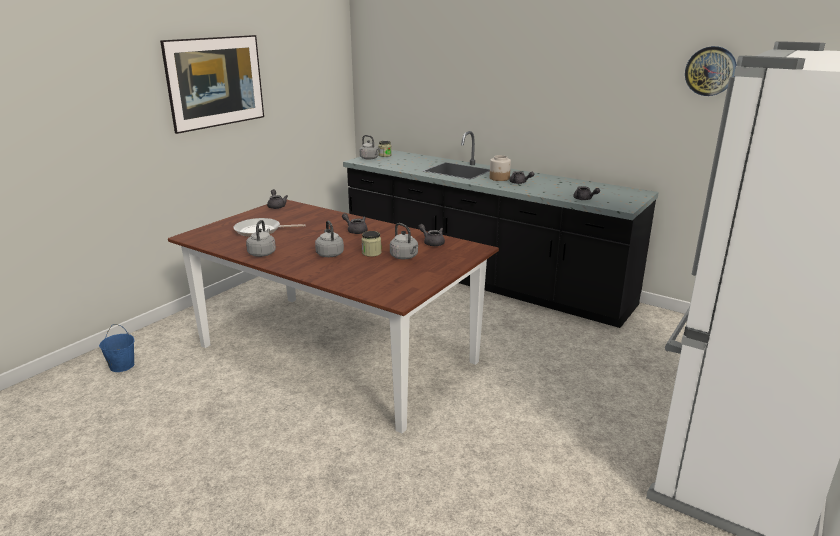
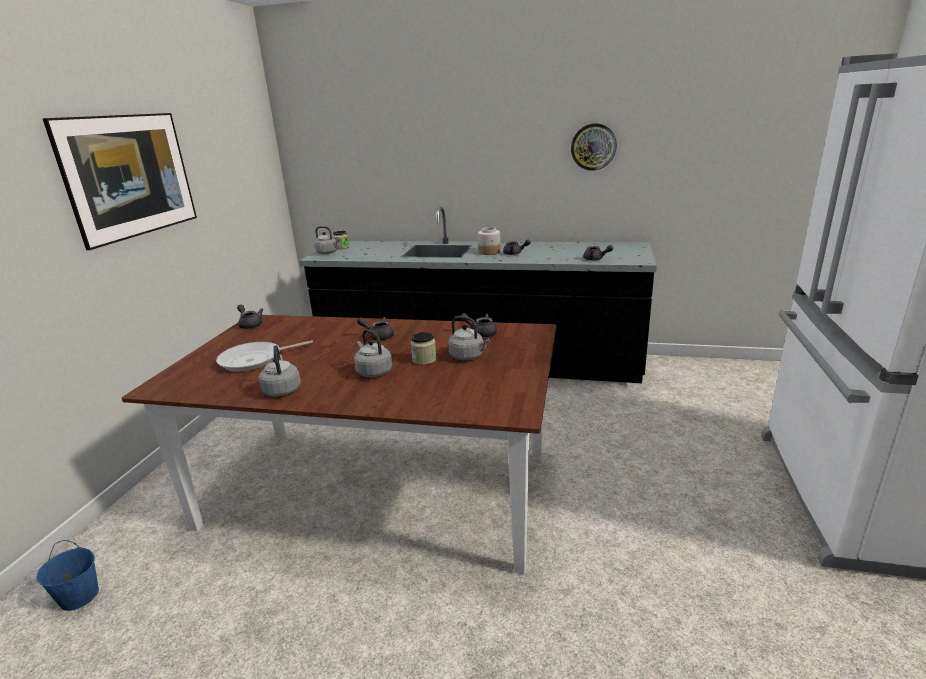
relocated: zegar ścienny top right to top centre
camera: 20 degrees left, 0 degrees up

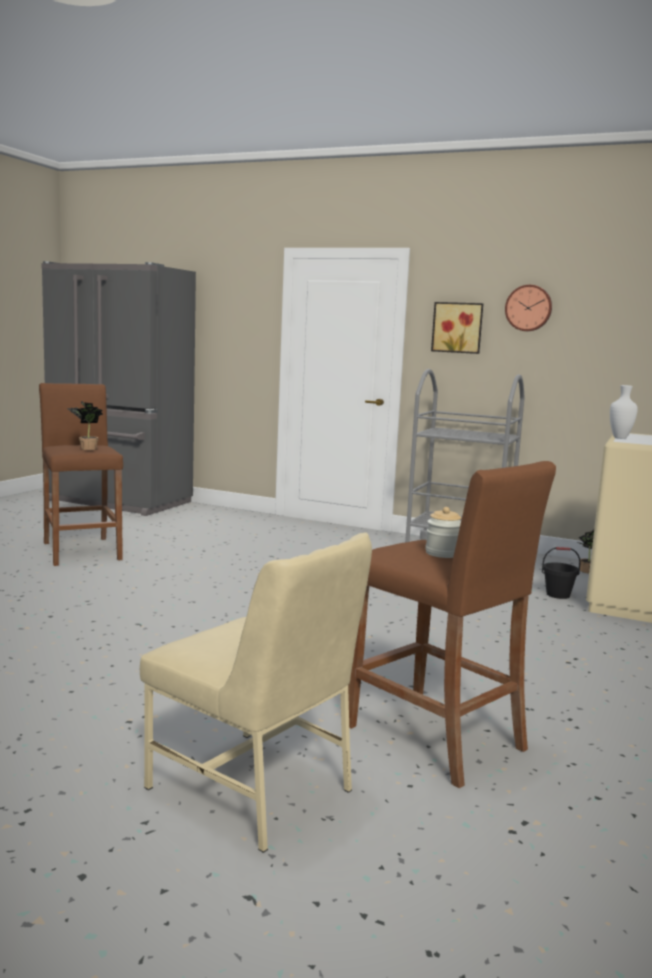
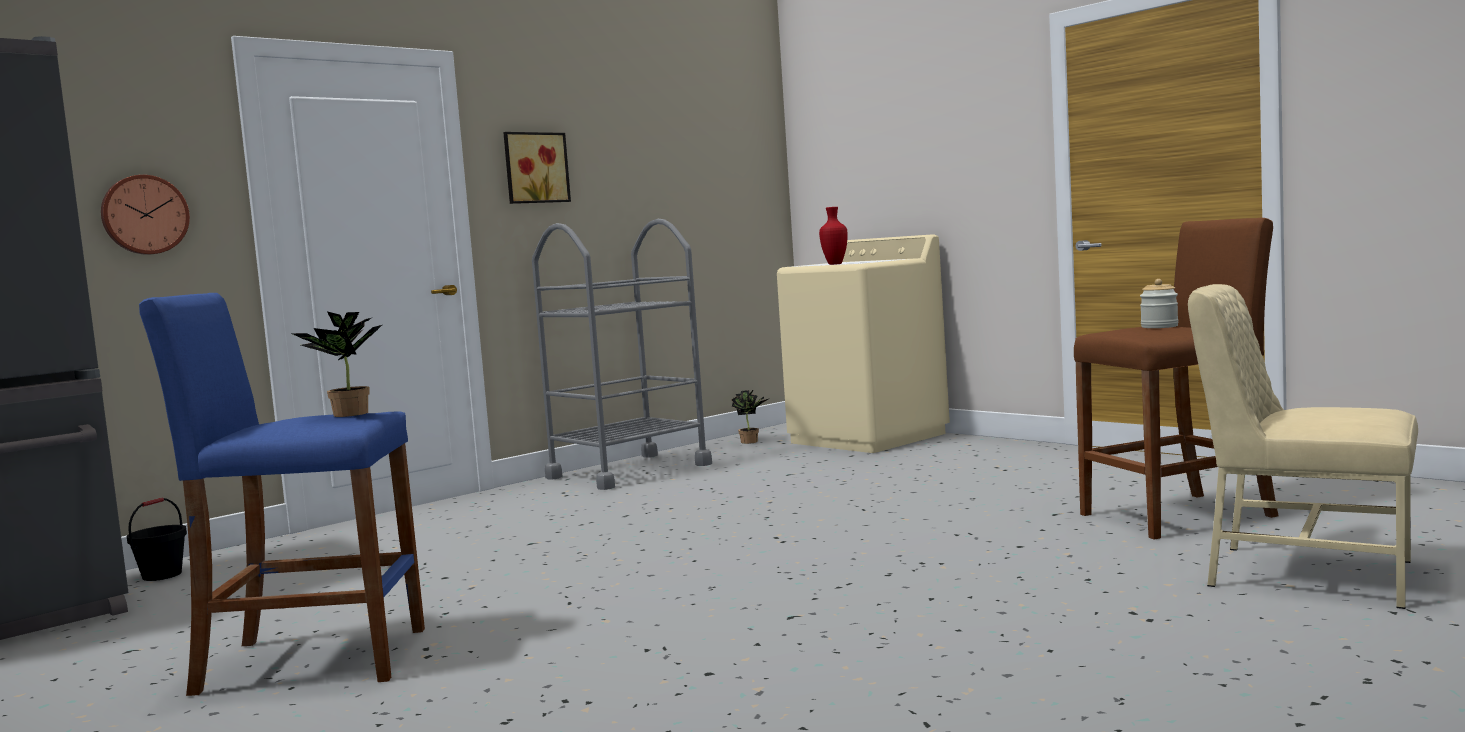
relocated: zegar ścienny top right to top left; wiadro [czarny] middle right to bottom left
colour: stołek [brązowy] (no. 1 from left) middle left to stołek [niebieski] bottom left; wazon [biały] middle right to wazon [czerwony] top centre
spun: krzesło [beżowy] bottom centre = middle right 120 degrees counterclockwise
camera: 65 degrees left, 5 degrees down

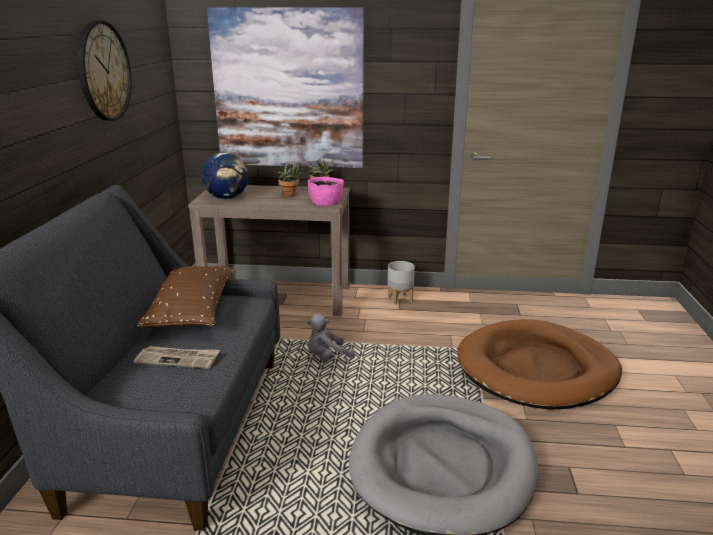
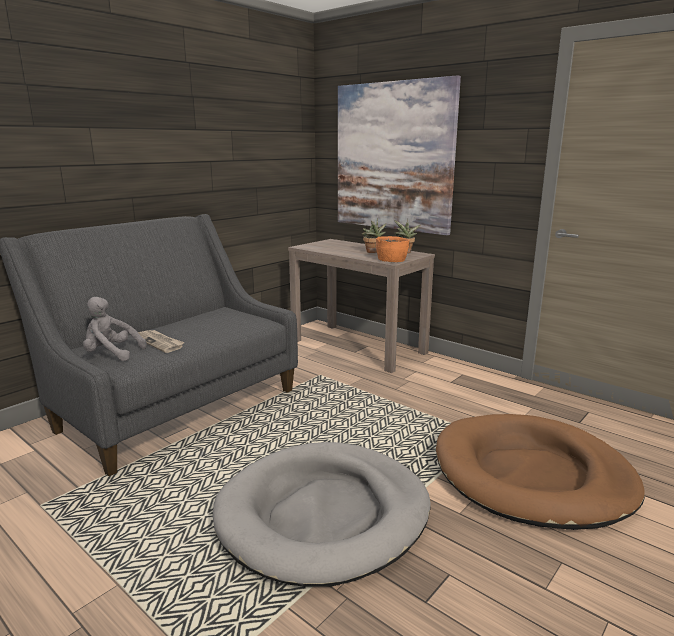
missing: zegar ścienny top left; poduszka [brązowy] middle left; globus top left; donica [szary] centre
relocated: pluszak [szary] centre to middle left
colour: miska [różowy] centre to miska [pomarańczowy] centre
camera: 35 degrees right, 5 degrees down

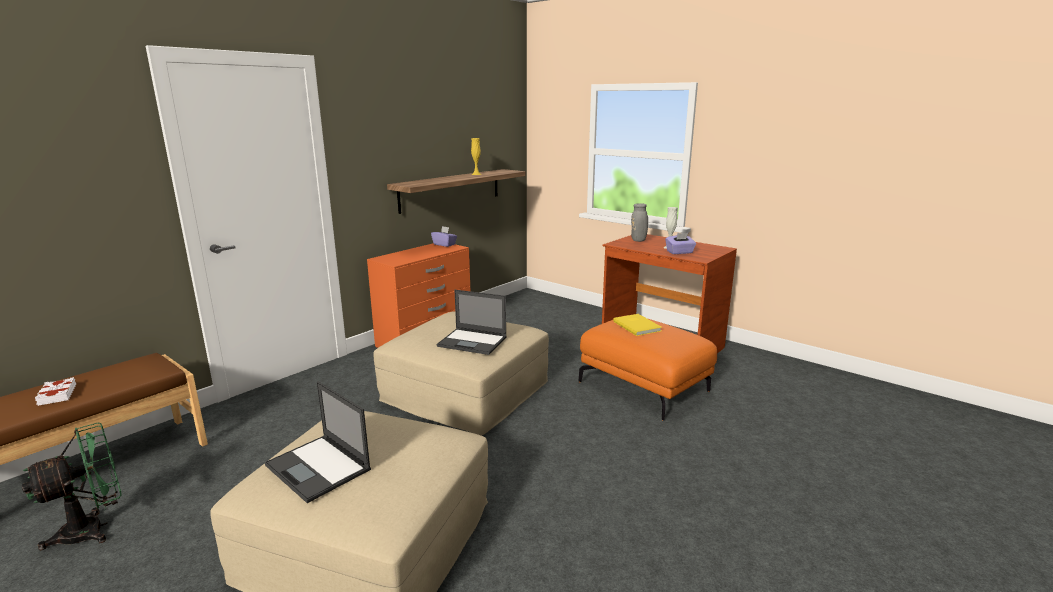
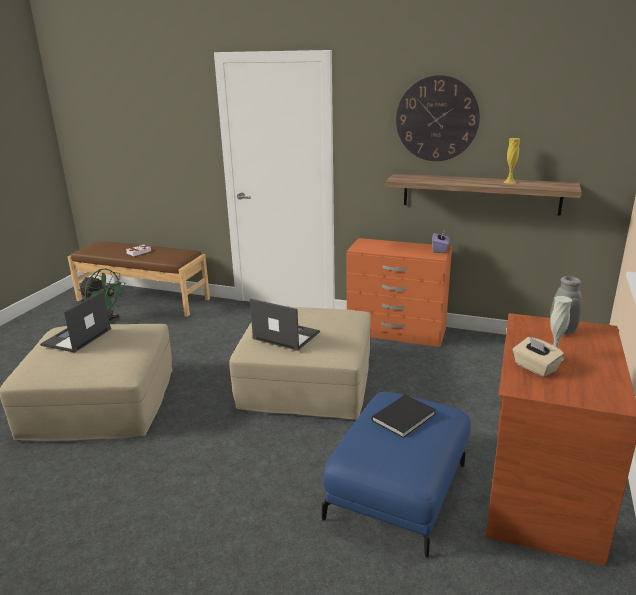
appeared: zegar ścienny top right
colour: pufa [pomarańczowy] centre to pufa [niebieski] bottom centre; książka [żółty] centre to książka [czarny] bottom centre; pudełko chusteczek [fioletowy] (no. 2 from left) centre to pudełko chusteczek [beżowy] middle right
spun: laptop (no. 2 from left) centre = centre 120 degrees clockwise
camera: 70 degrees right, 5 degrees up

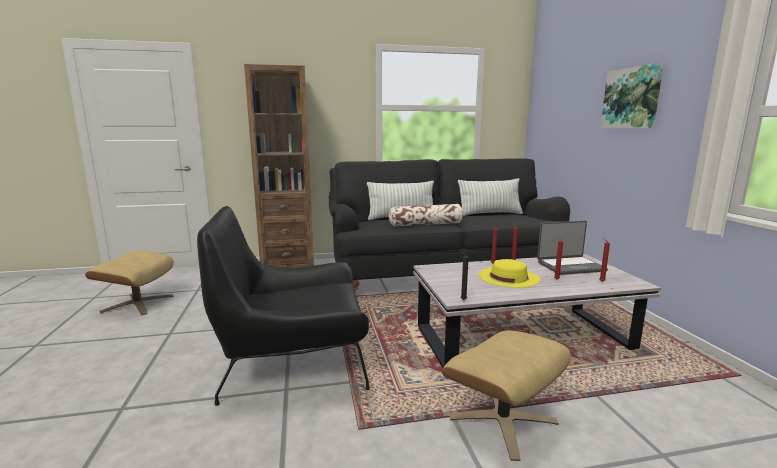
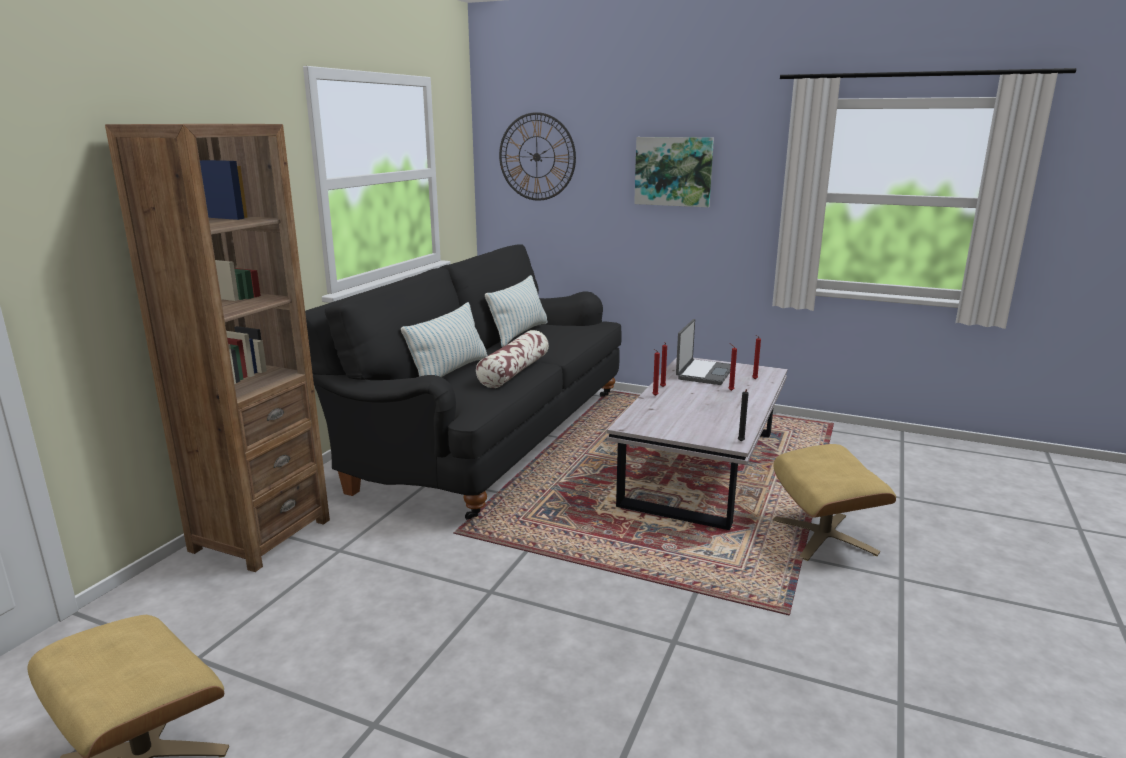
missing: fotel [czarny] centre; kapelusz [żółty] centre
appeared: zegar ścienny top centre
camera: 55 degrees left, 5 degrees up

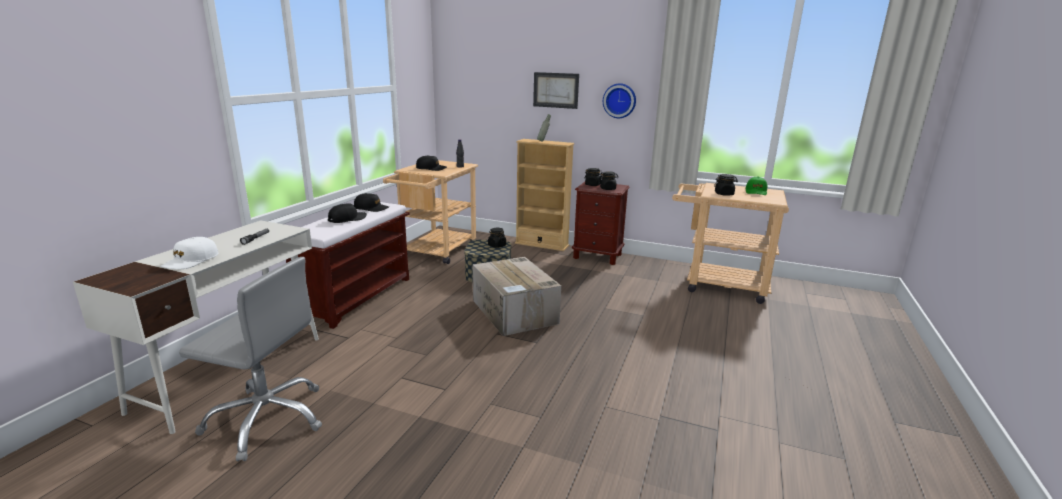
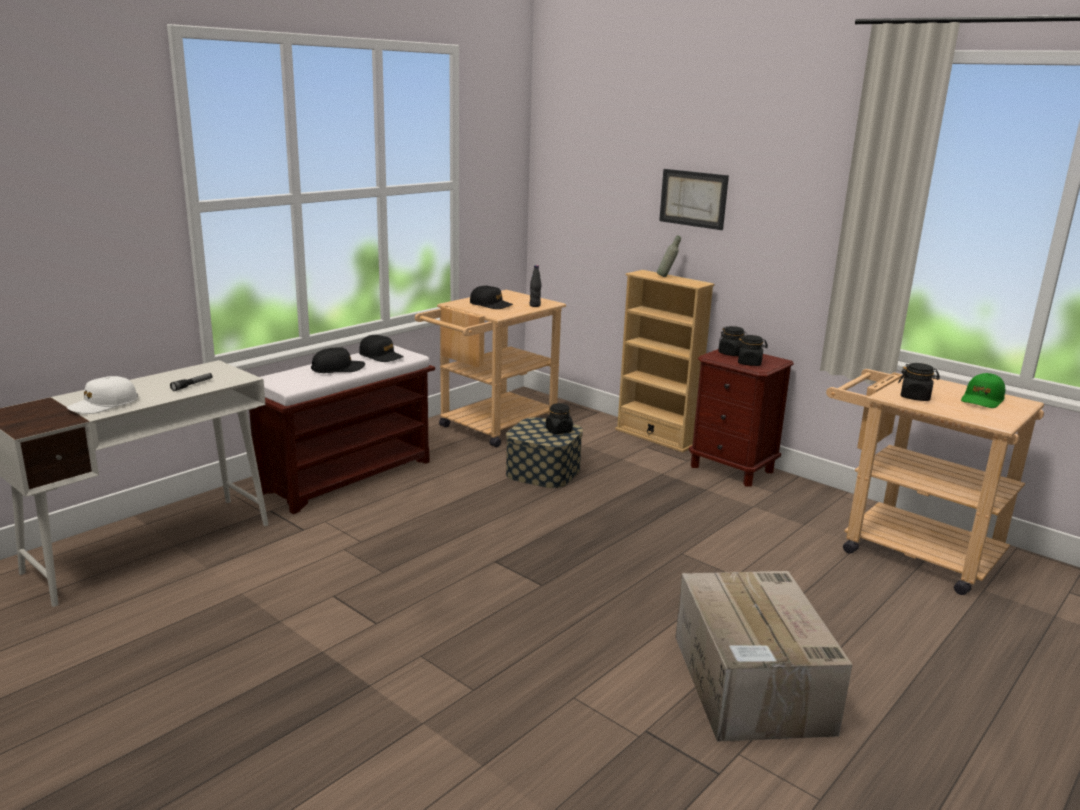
missing: krzesło biurowe [szary] bottom left; zegar ścienny top centre
relocated: karton centre to bottom right
camera: 20 degrees right, 0 degrees up

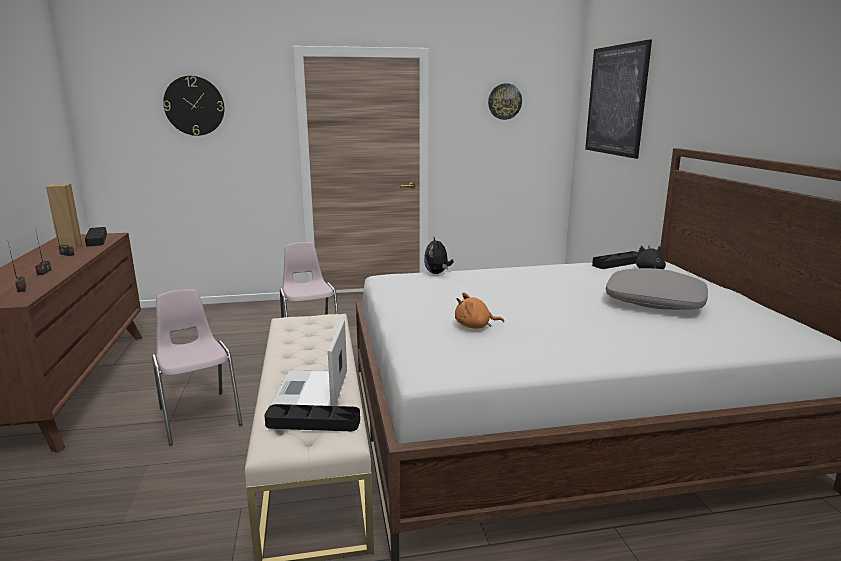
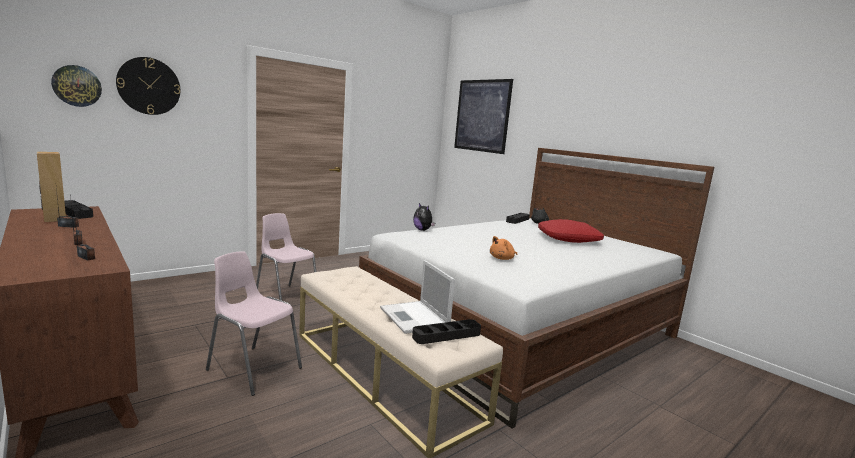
relocated: zegar ścienny (no. 2 from left in the first image) top centre to zegar ścienny (no. 1 from left) top left
colour: poduszka [szary] middle right to poduszka [czerwony] middle right
camera: 30 degrees left, 5 degrees down

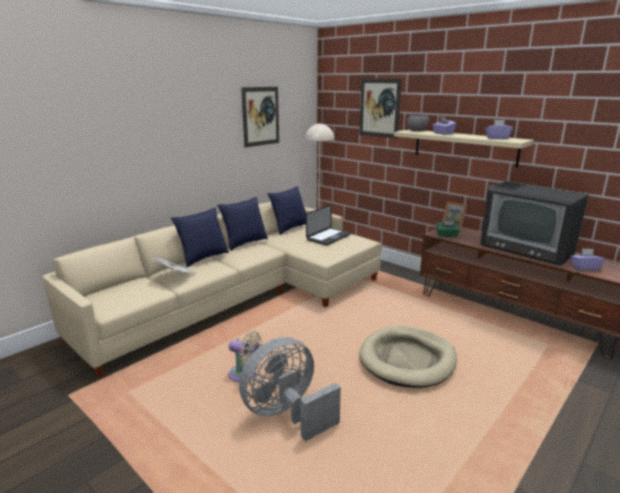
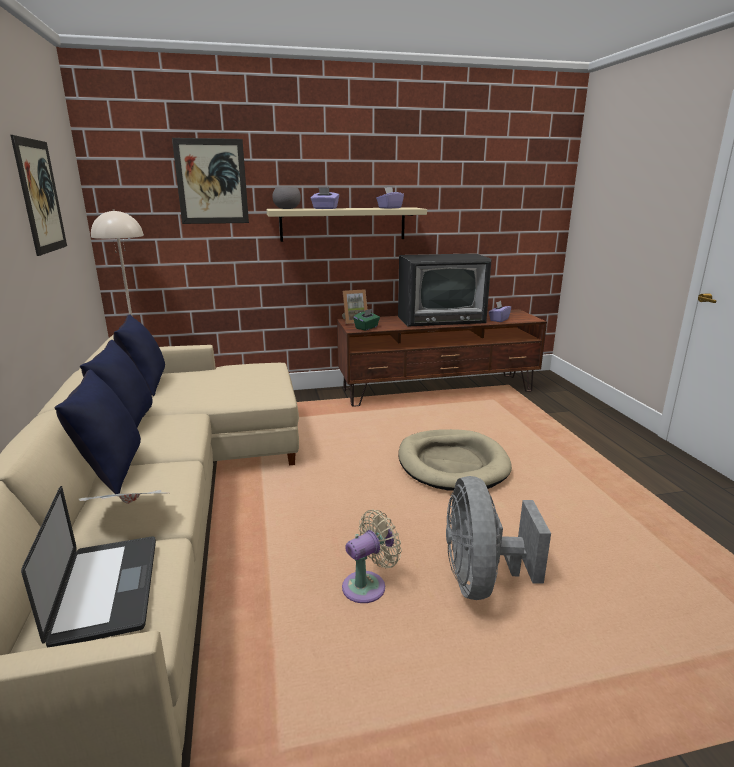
relocated: laptop centre to bottom left
camera: 55 degrees left, 0 degrees up

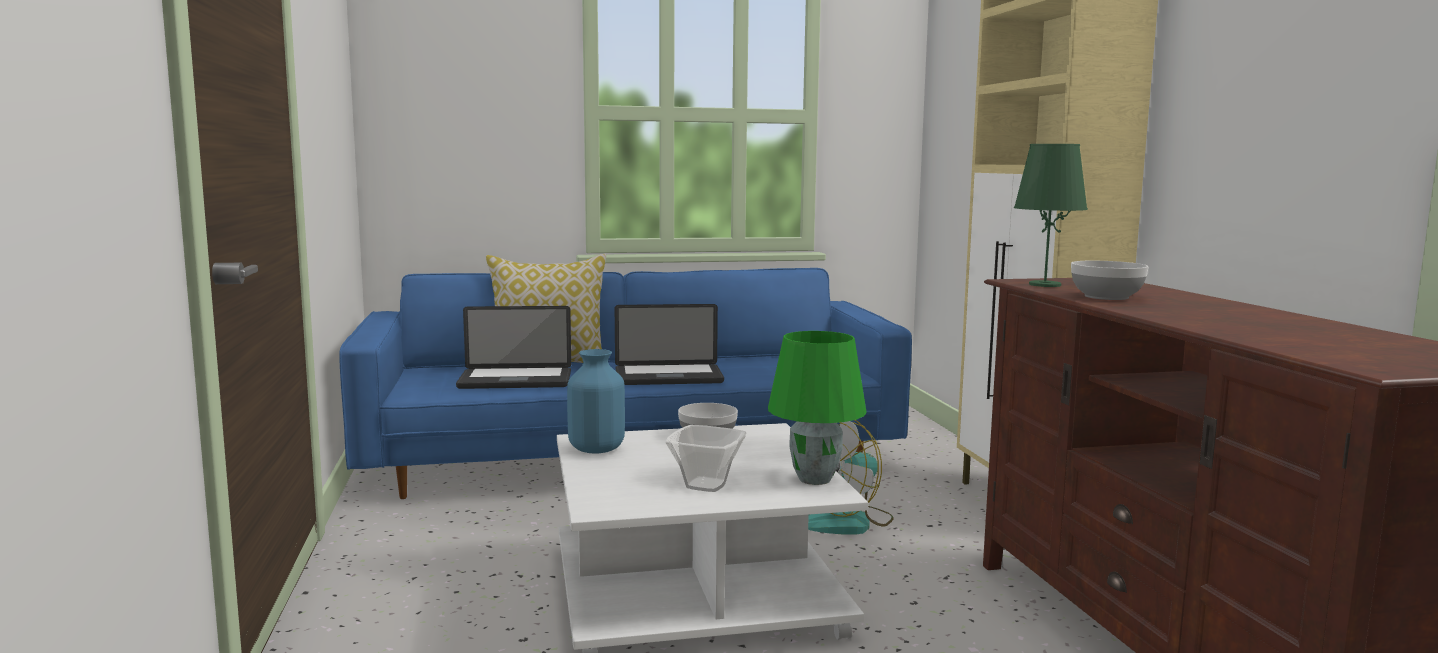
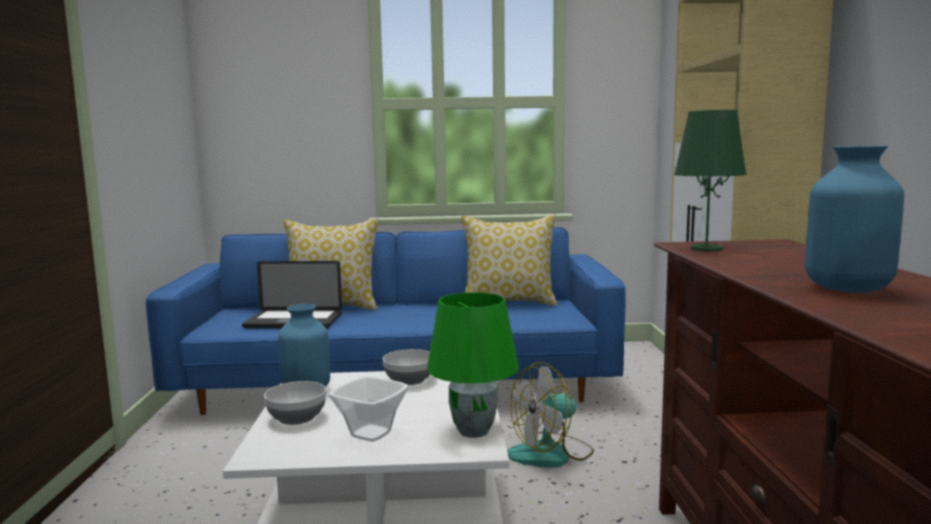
missing: laptop (no. 2 from left) centre
appeared: poduszka (no. 2 from left) centre; wazon [niebieski] (no. 2 from left) middle right
relocated: miska (no. 3 from left in the first image) middle right to miska (no. 1 from left) bottom left
camera: 10 degrees right, 0 degrees up

